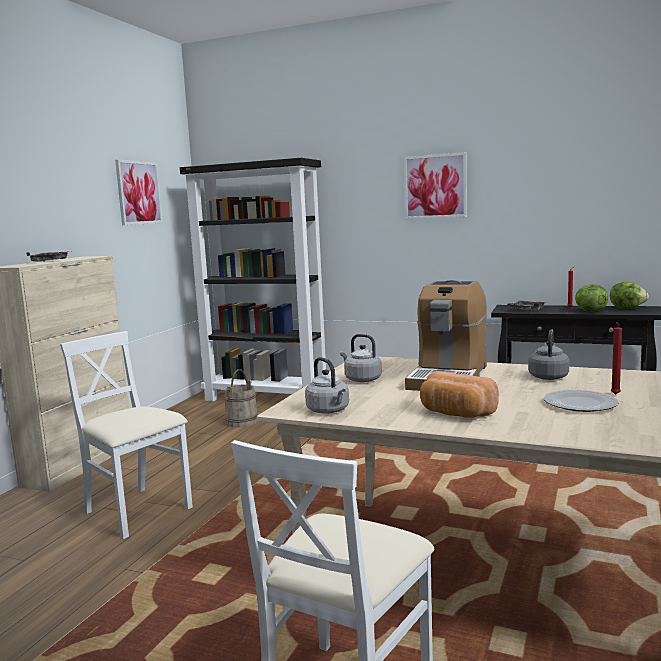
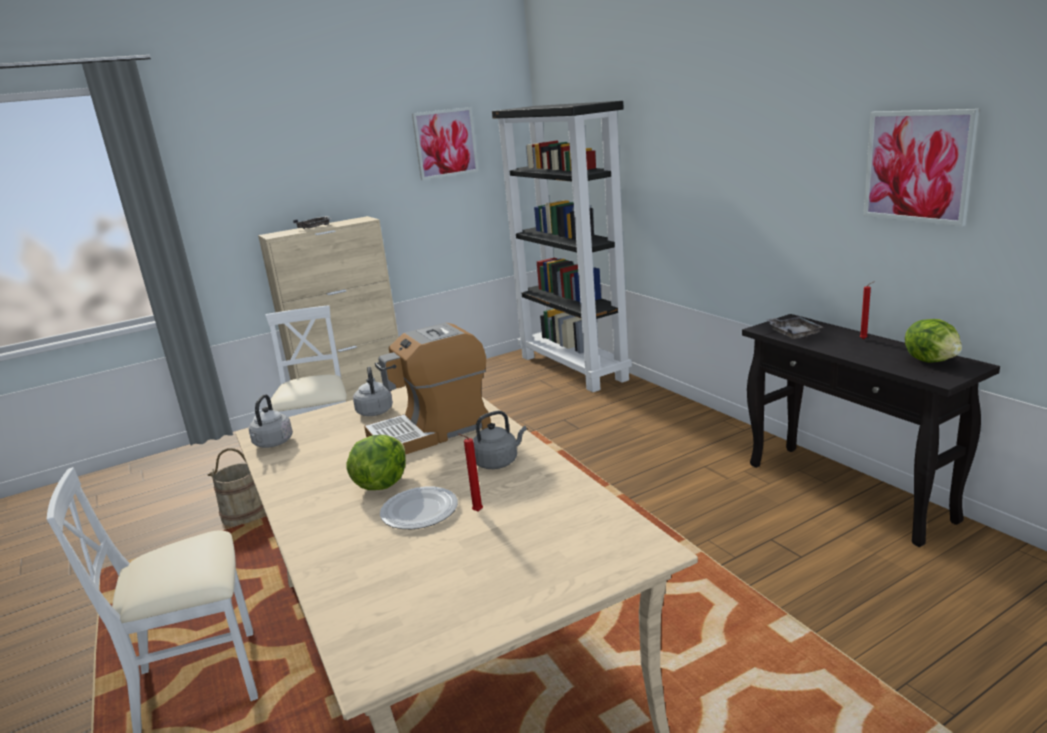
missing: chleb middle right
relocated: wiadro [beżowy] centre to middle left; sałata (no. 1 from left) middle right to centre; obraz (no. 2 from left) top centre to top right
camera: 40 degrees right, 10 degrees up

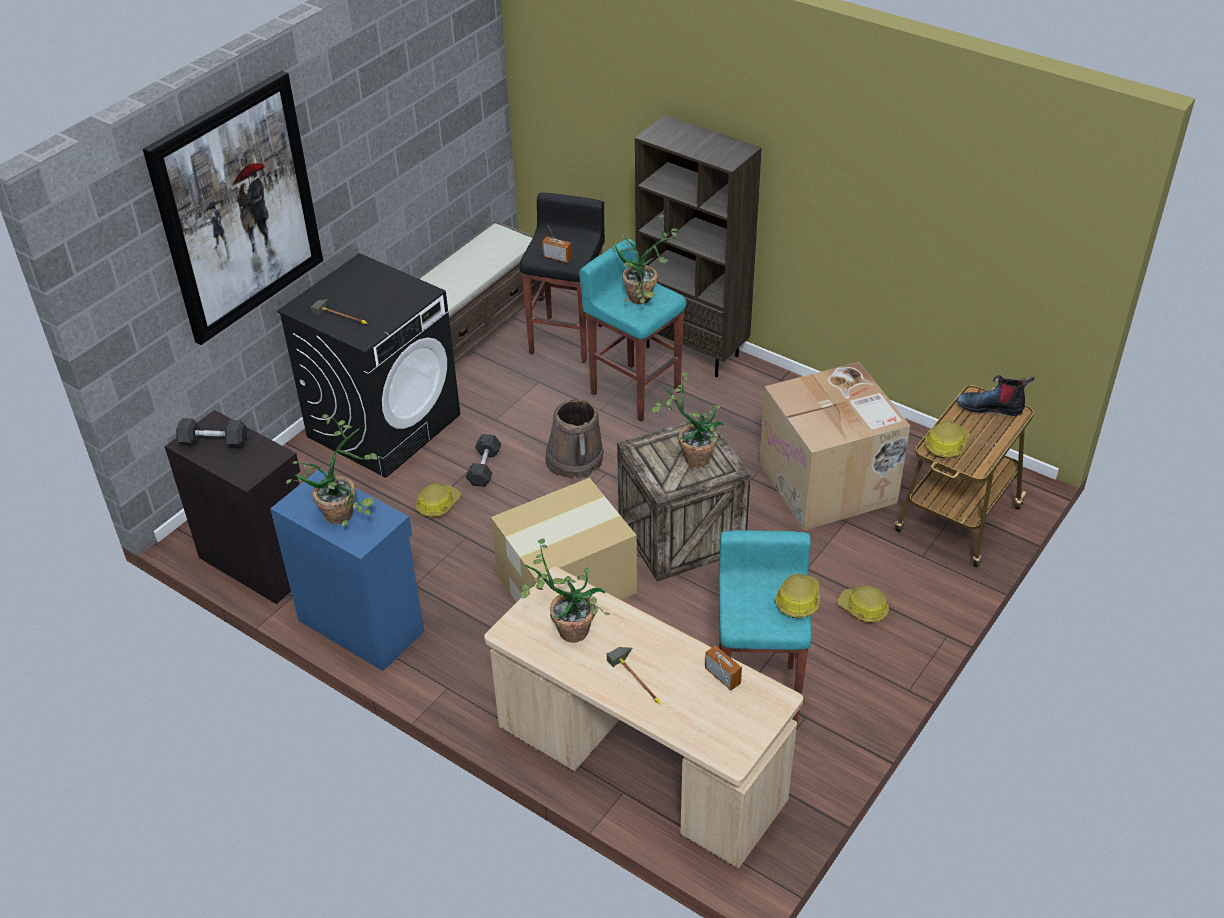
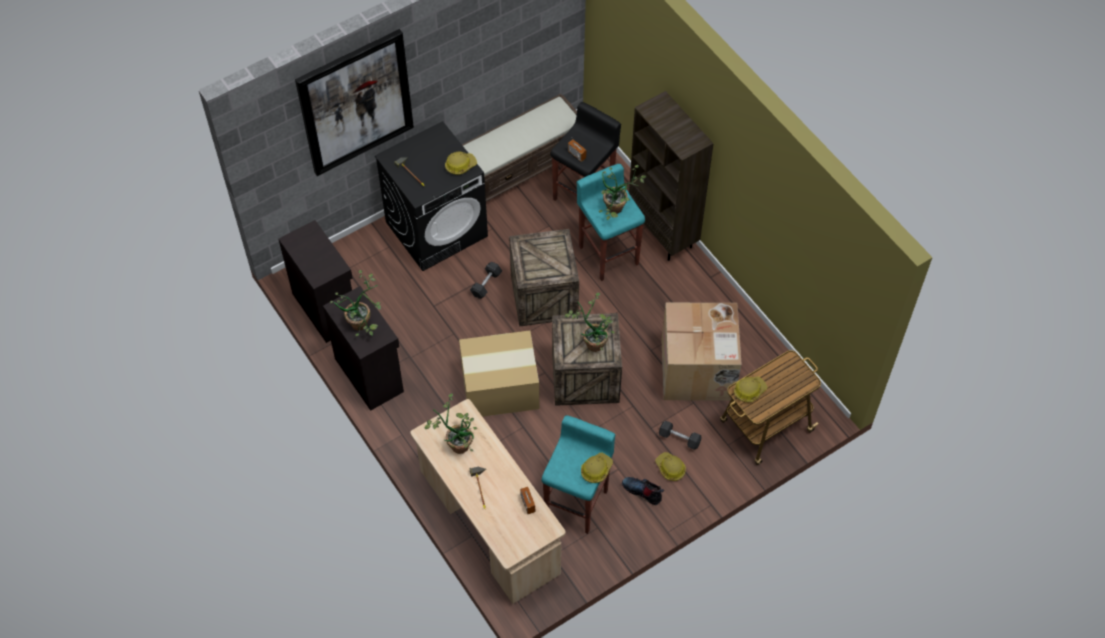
relocated: kask (no. 1 from left) centre to top centre; but z cholewką middle right to bottom centre; hantel [szary] (no. 1 from left in the first image) middle left to hantel [szary] (no. 2 from left) bottom centre
exchanged: wiadro [brązowy] centre to skrzynka (no. 1 from left) centre
colour: szafka [niebieski] middle left to szafka [czarny] (no. 2 from left) middle left
camera: 20 degrees right, 15 degrees up

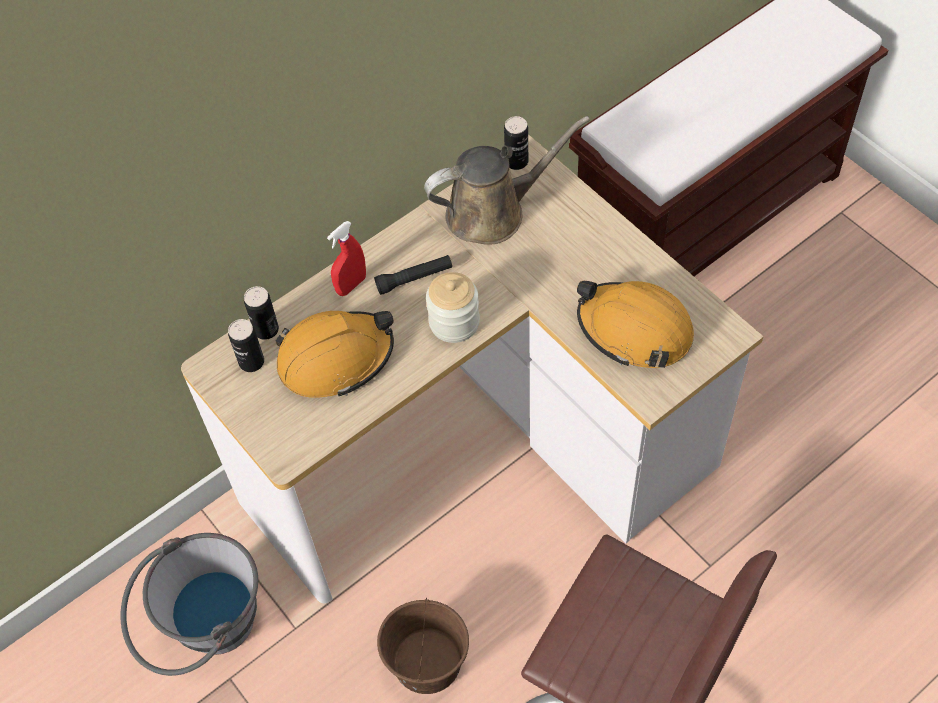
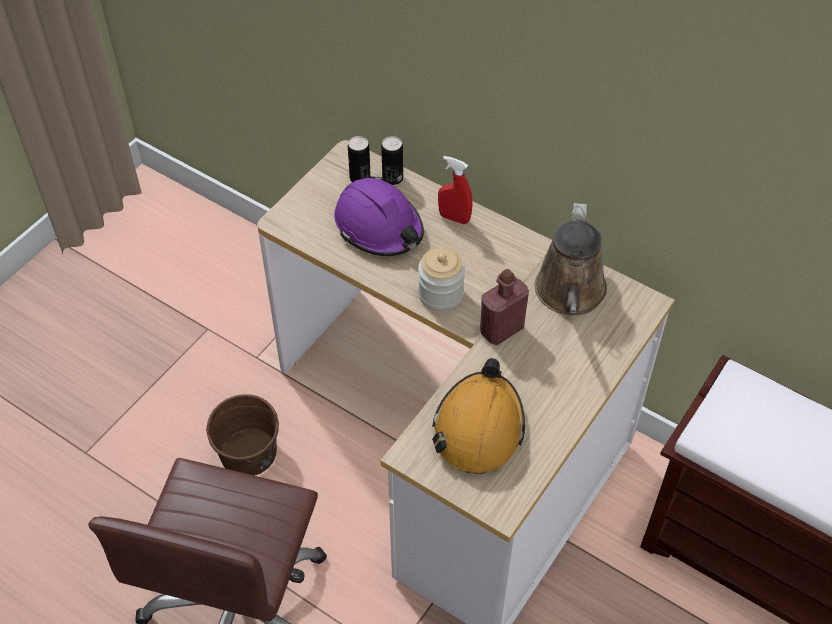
missing: wiadro [szary] bottom left; latarka [czarny] centre; puszka (no. 3 from left) top centre
appeared: butelka [czerwony] centre
colour: kask [pomarańczowy] (no. 1 from left) centre to kask [fioletowy] centre
spun: konewka [brązowy] top centre = middle right 45 degrees clockwise
camera: 70 degrees right, 5 degrees down

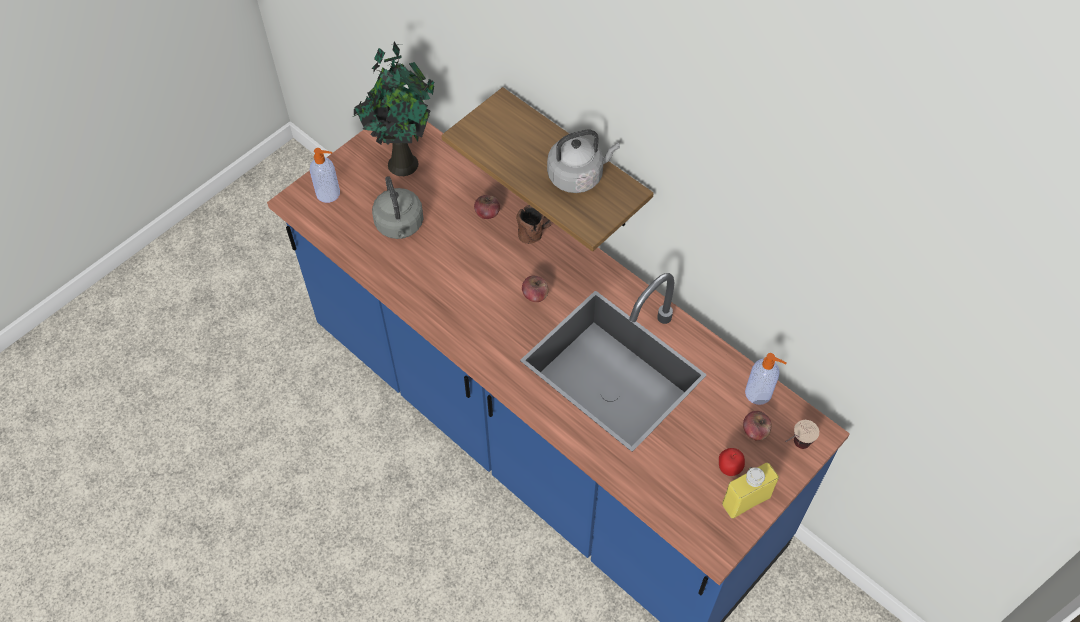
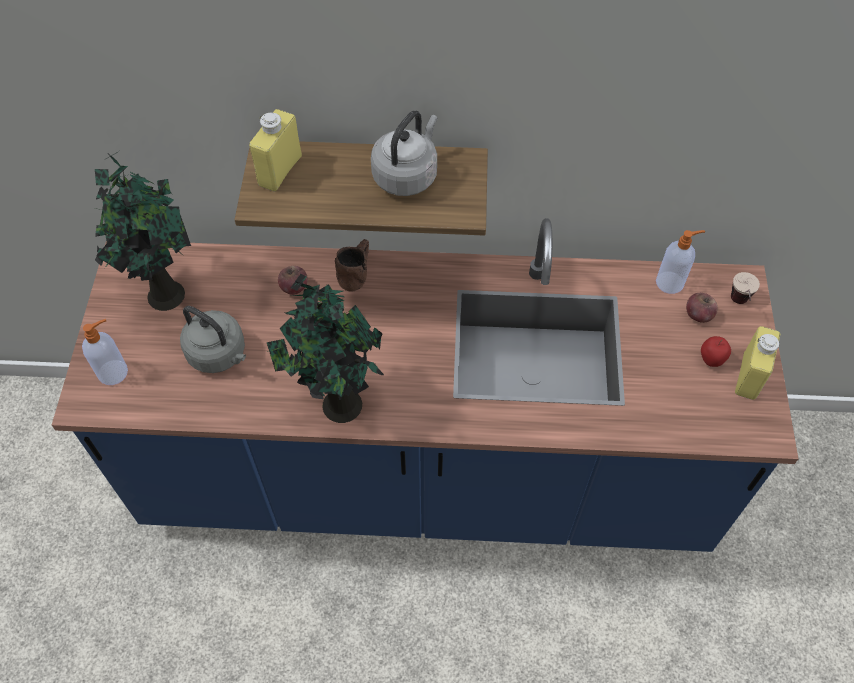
missing: jabłko (no. 2 from left) centre
appeared: butelka [żółty] (no. 1 from left) top left; roślina doniczkowa (no. 2 from left) centre
camera: 40 degrees left, 0 degrees up

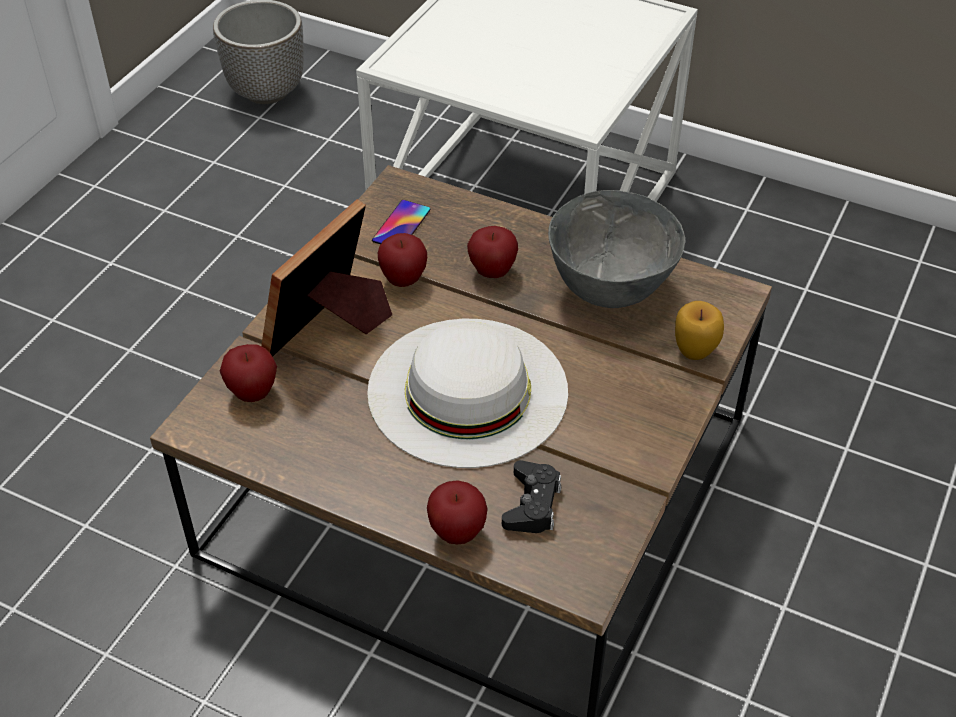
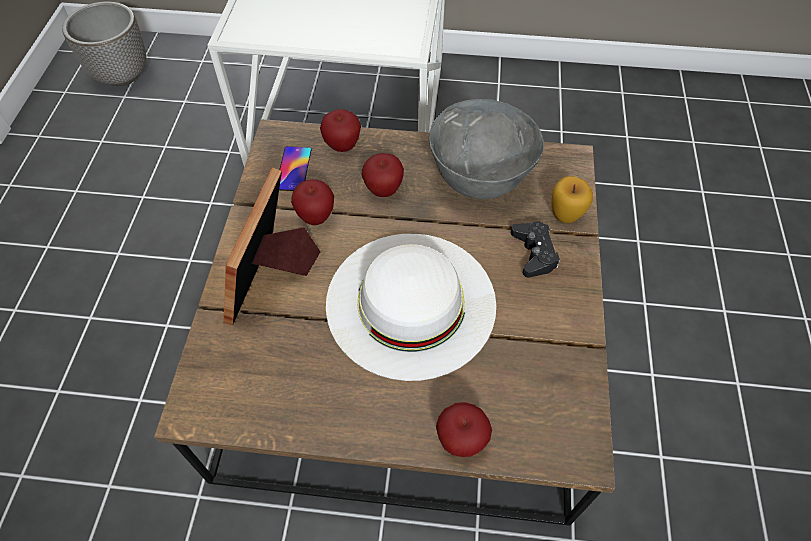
relocated: jabłko (no. 1 from left in the first image) middle left to jabłko (no. 2 from left) top centre; pad do gier [czarny] bottom centre to centre
camera: 20 degrees left, 10 degrees up

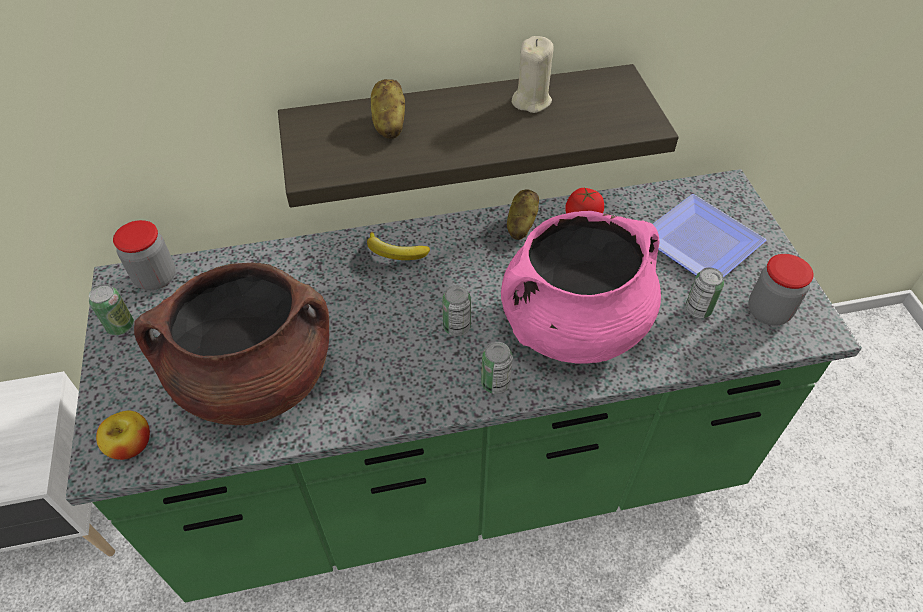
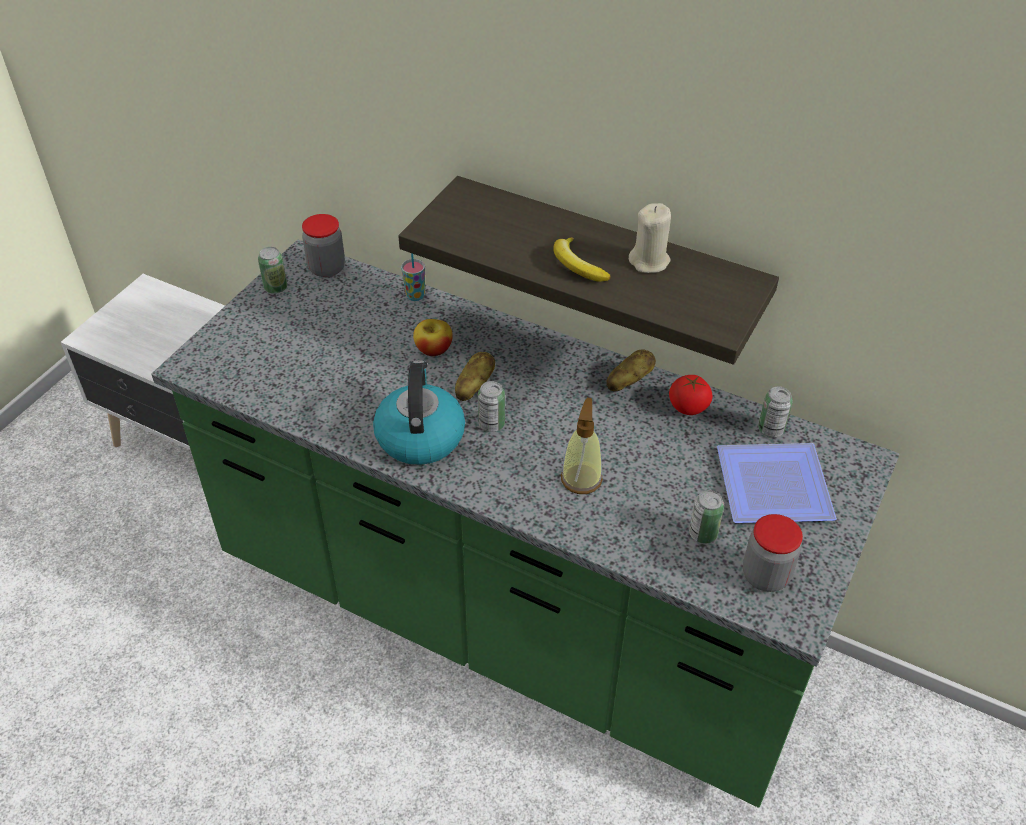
missing: garnek [brązowy] middle left
appeared: czajnik centre; filiżanka centre
relocated: jabłko bottom left to centre; ziemniak (no. 1 from left) top centre to centre; banan centre to top centre; puszka (no. 3 from left in the first image) centre to puszka (no. 4 from left) middle right
exchanged: garnek [różowy] centre to dozownik mydła centre
camera: 40 degrees right, 5 degrees down

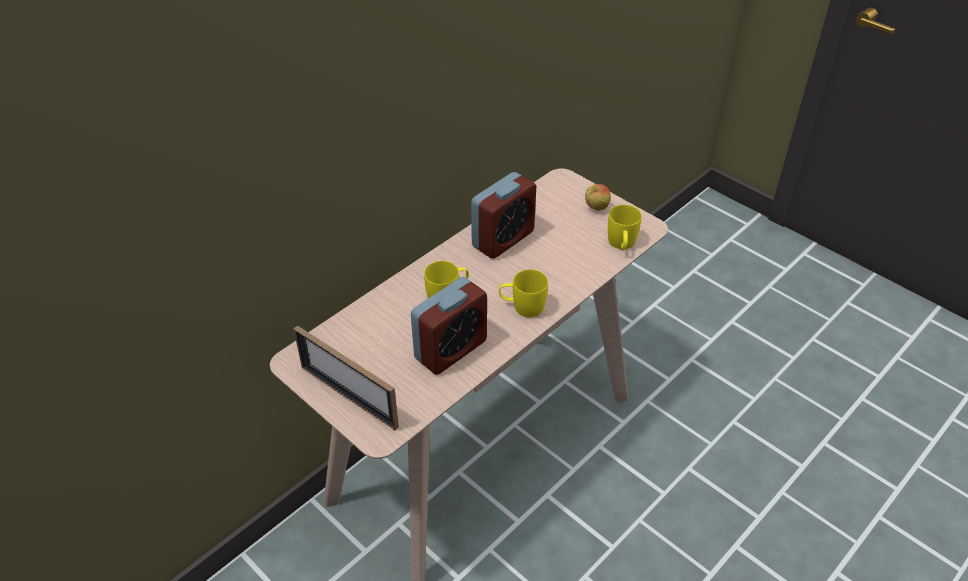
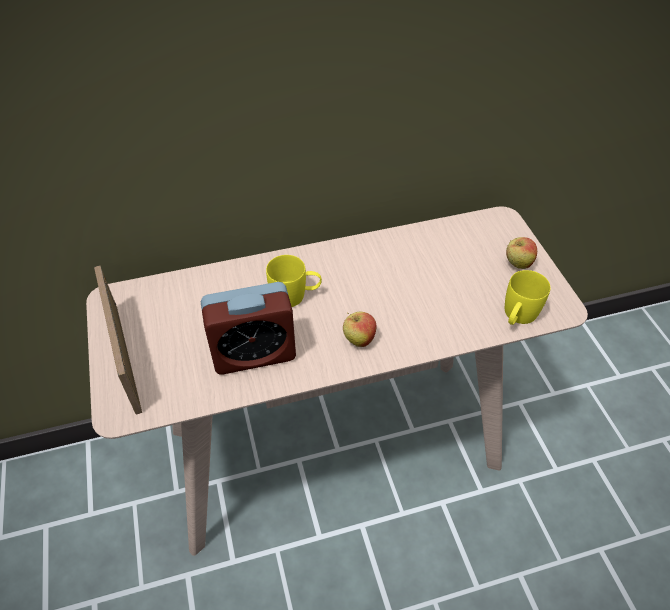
missing: budzik (no. 2 from left) centre
exchanged: kubek [żółty] (no. 2 from left) centre to jabłko (no. 1 from left) centre
camera: 30 degrees right, 5 degrees up

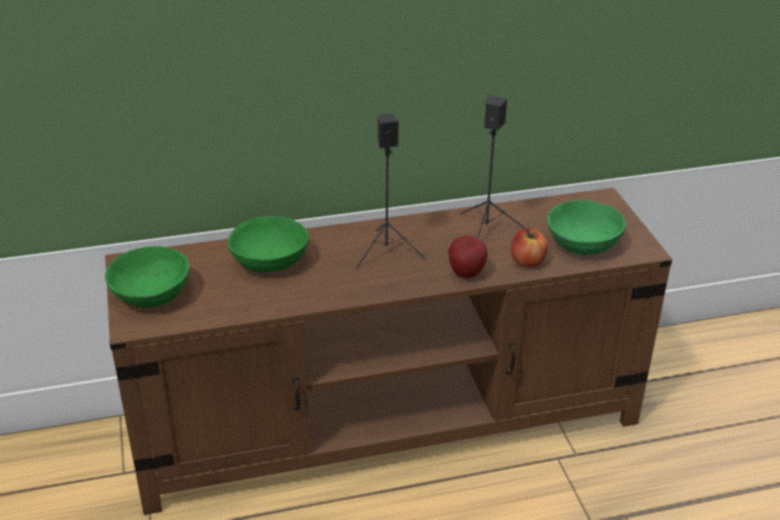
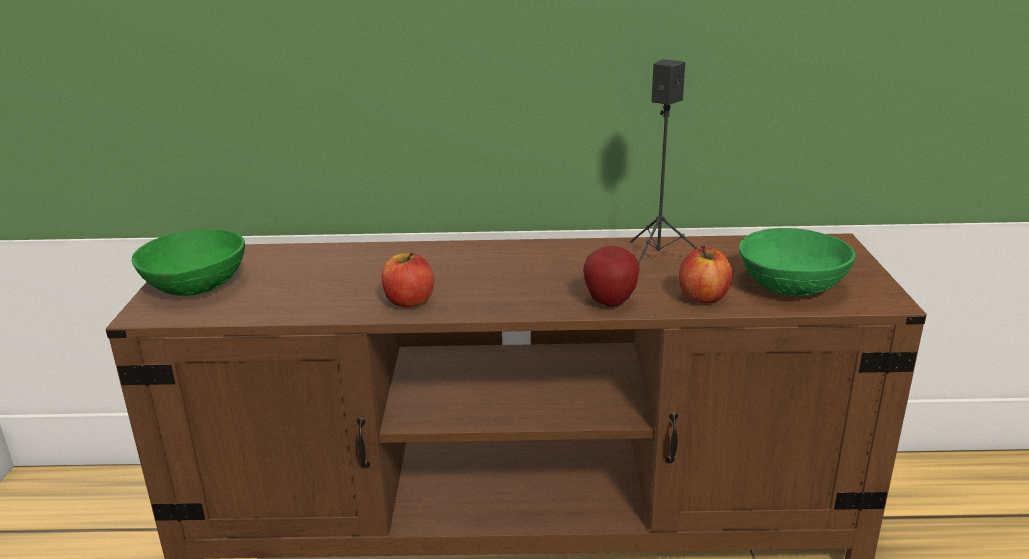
missing: miska [zielony] (no. 2 from left) centre; głośnik [czarny] (no. 1 from left) centre
appeared: jabłko (no. 1 from left) centre
camera: 15 degrees right, 10 degrees down

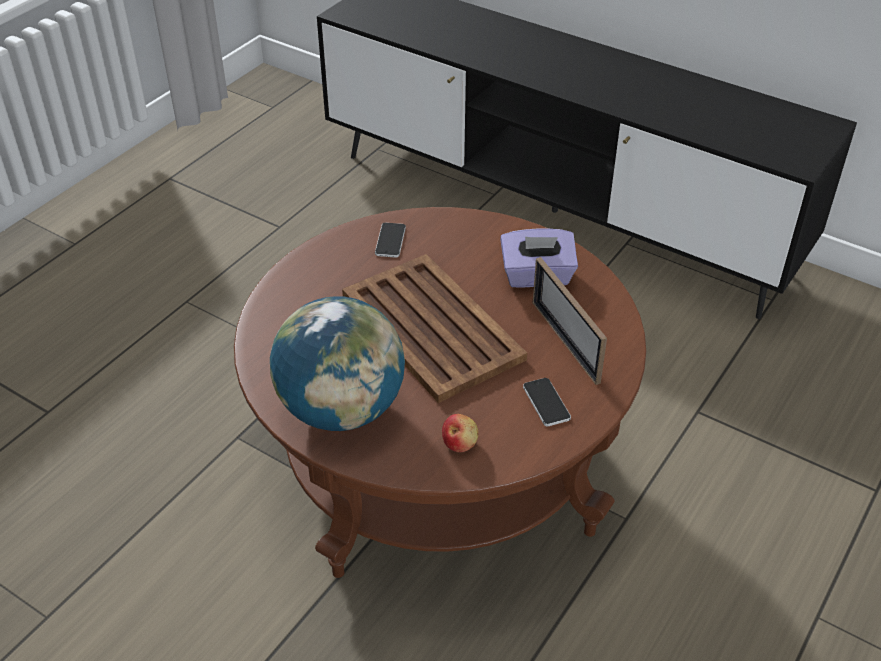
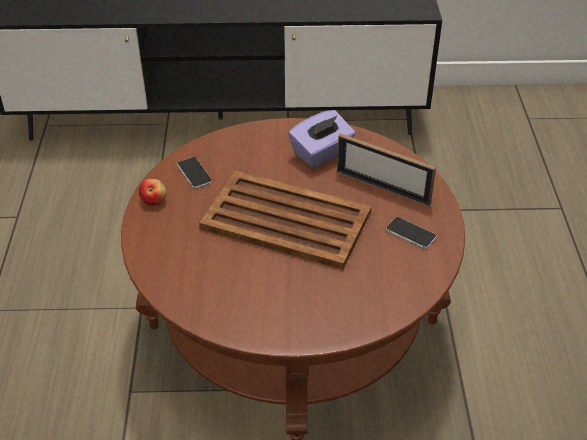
missing: globus centre
relocated: jabłko centre to middle left
camera: 35 degrees left, 0 degrees up

